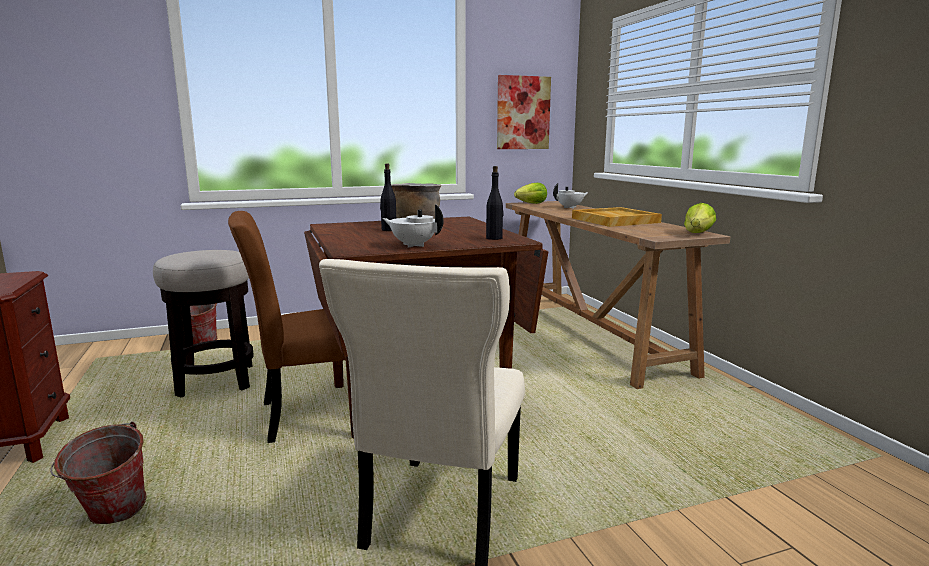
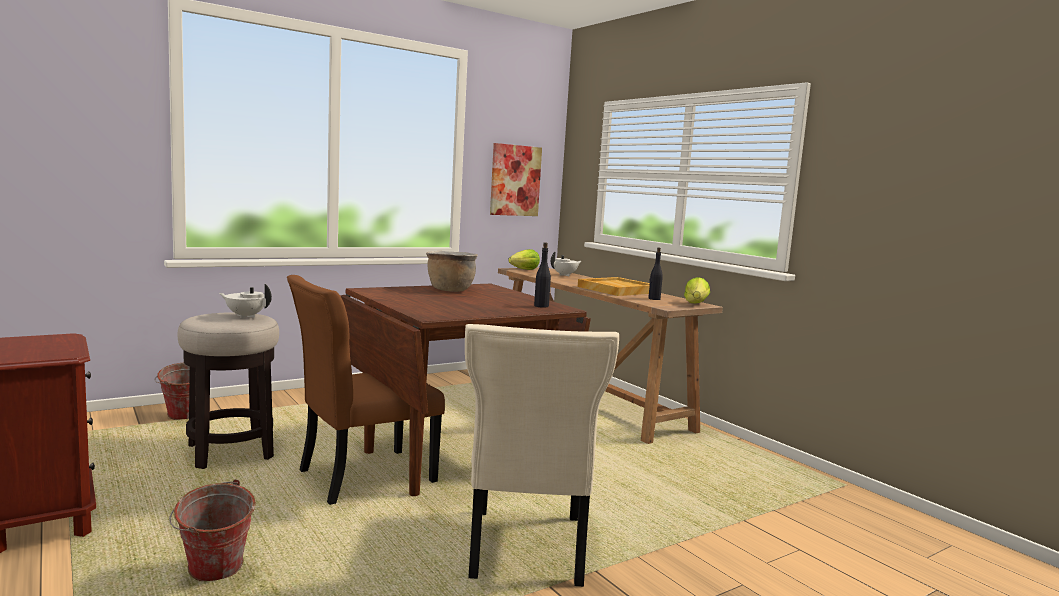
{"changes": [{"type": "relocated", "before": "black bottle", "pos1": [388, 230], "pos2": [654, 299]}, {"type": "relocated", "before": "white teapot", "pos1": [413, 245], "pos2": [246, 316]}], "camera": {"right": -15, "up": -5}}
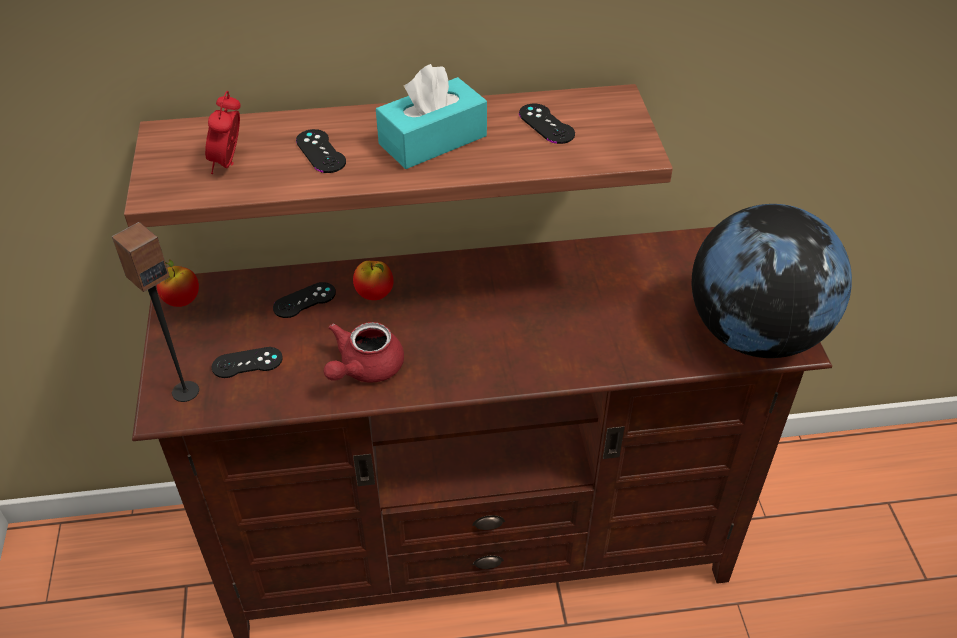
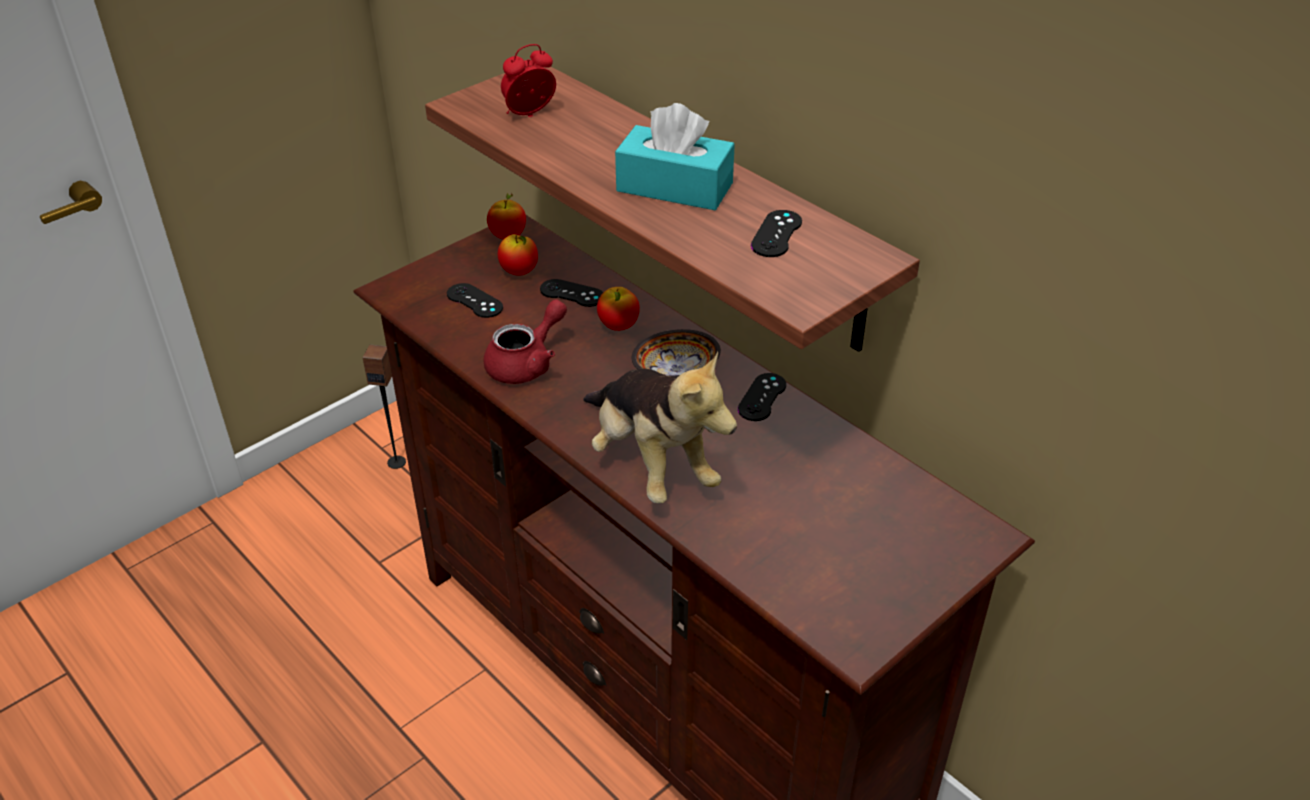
{"changes": [{"type": "missing", "before": "globe", "pos1": [754, 334]}, {"type": "appeared", "after": "apple", "pos2": [519, 272]}, {"type": "appeared", "after": "plush toy", "pos2": [651, 463]}, {"type": "appeared", "after": "bowl", "pos2": [678, 373]}, {"type": "relocated", "before": "speaker", "pos1": [185, 391], "pos2": [396, 462]}, {"type": "relocated", "before": "black game controller", "pos1": [320, 151], "pos2": [762, 397]}, {"type": "spun", "before": "red teapot", "pos1": [364, 368], "pos2": [527, 363], "turn": 135}], "camera": {"right": 55, "up": -5}}
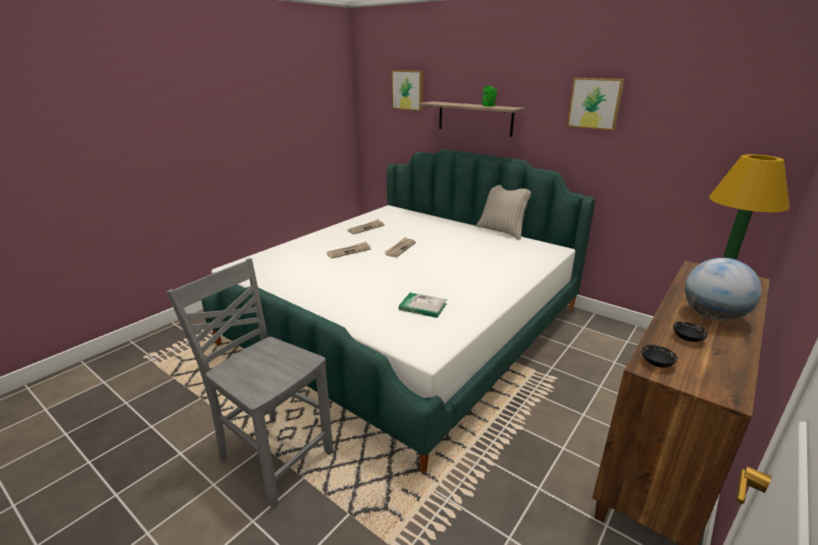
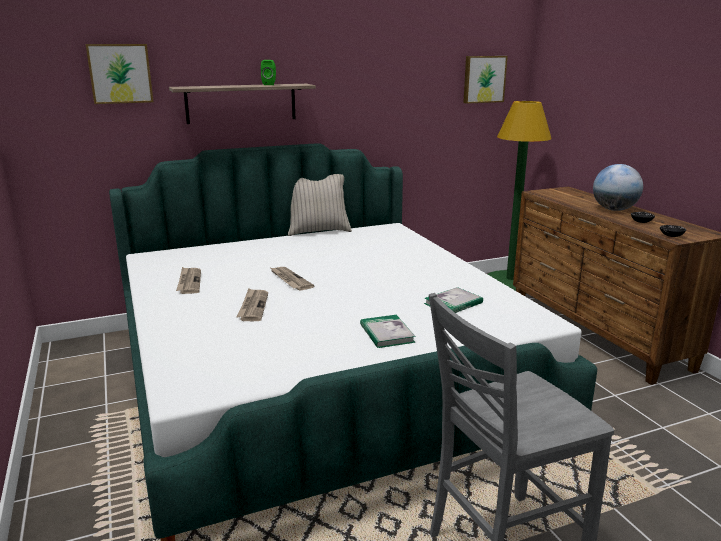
{"changes": [{"type": "appeared", "after": "book", "pos2": [386, 333]}, {"type": "relocated", "before": "picture", "pos1": [595, 103], "pos2": [483, 79]}], "camera": {"right": -60, "up": -5}}
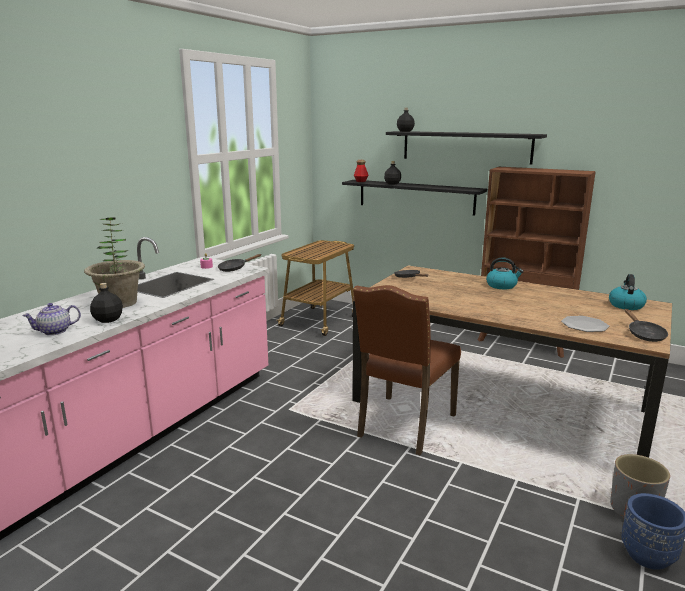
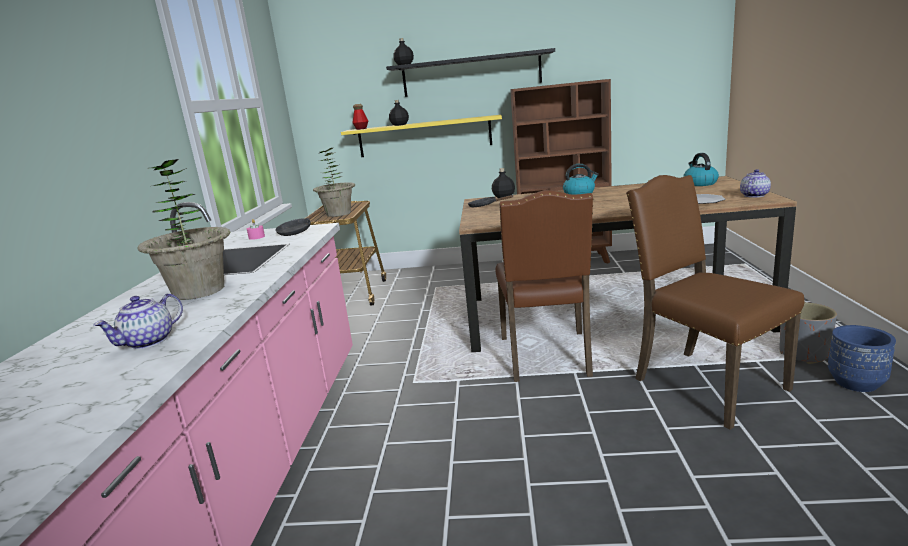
{"changes": [{"type": "appeared", "after": "potted plant", "pos2": [338, 214]}, {"type": "appeared", "after": "brown chair", "pos2": [705, 384]}, {"type": "relocated", "before": "black bottle", "pos1": [108, 319], "pos2": [503, 197]}, {"type": "exchanged", "before": "black frying pan", "after": "teapot", "pos1": [644, 334], "pos2": [753, 195]}, {"type": "colour", "before": "black shelf", "after": "yellow shelf", "pos1": [415, 196], "pos2": [424, 136]}], "camera": {"right": -25, "up": 0}}
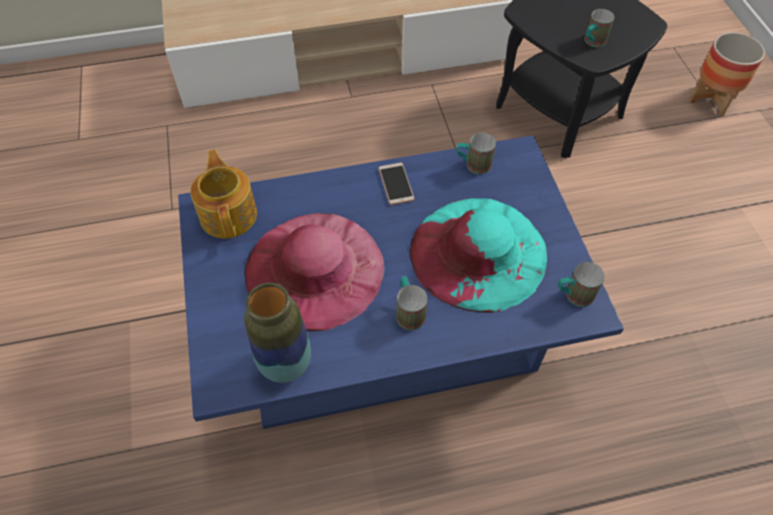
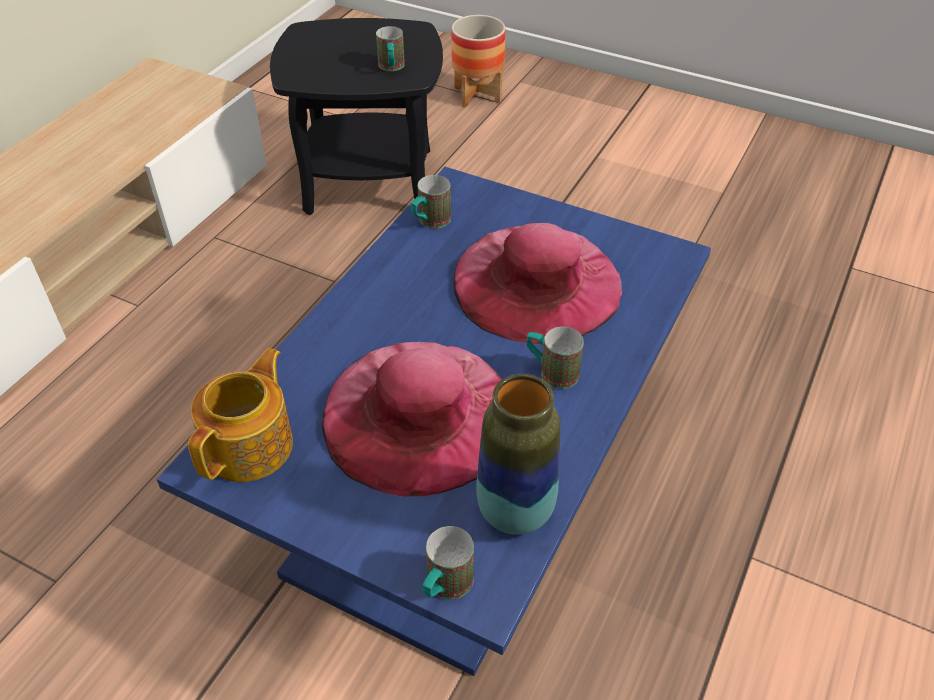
{"changes": [{"type": "missing", "before": "phone", "pos1": [396, 184]}, {"type": "relocated", "before": "mug", "pos1": [573, 295], "pos2": [445, 587]}, {"type": "colour", "before": "turquoise hat", "after": "pink hat", "pos1": [478, 252], "pos2": [536, 282]}, {"type": "spun", "before": "teapot", "pos1": [229, 214], "pos2": [251, 445], "turn": 90}], "camera": {"right": -50, "up": -10}}
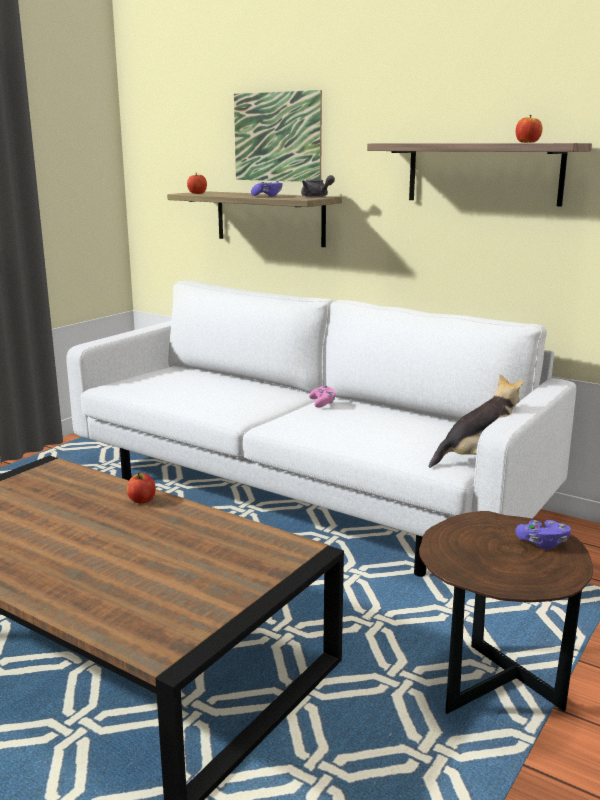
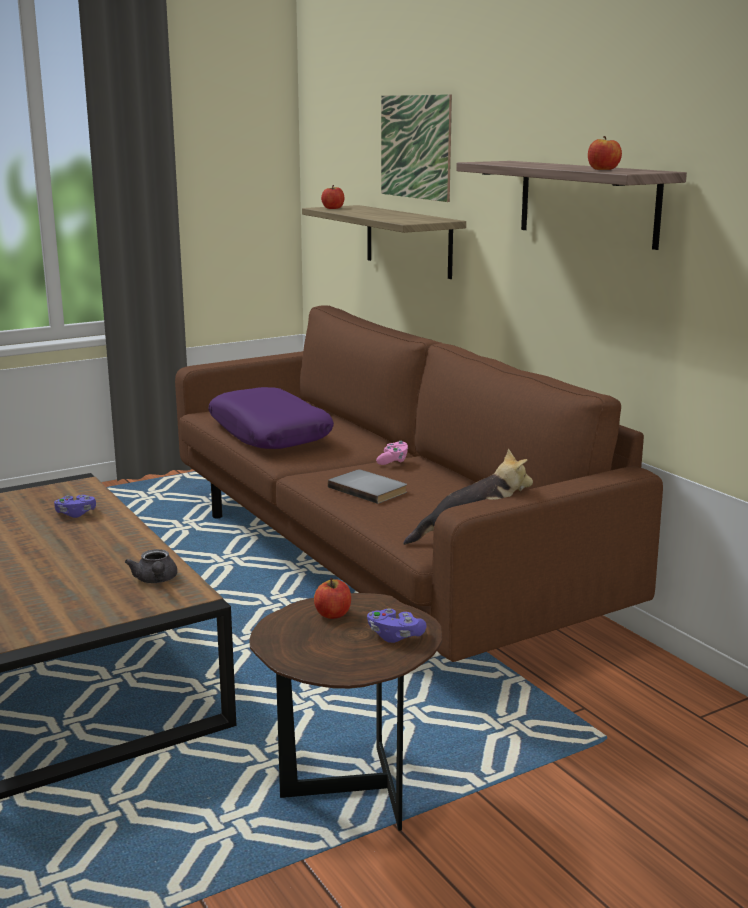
{"changes": [{"type": "appeared", "after": "purple pillow", "pos2": [270, 434]}, {"type": "appeared", "after": "grey book", "pos2": [369, 489]}, {"type": "relocated", "before": "apple", "pos1": [142, 500], "pos2": [333, 614]}, {"type": "relocated", "before": "purple game controller", "pos1": [268, 196], "pos2": [76, 514]}, {"type": "relocated", "before": "grey teapot", "pos1": [316, 197], "pos2": [155, 580]}, {"type": "colour", "before": "white sofa", "after": "brown sofa", "pos1": [300, 493], "pos2": [374, 562]}], "camera": {"right": 25, "up": 0}}
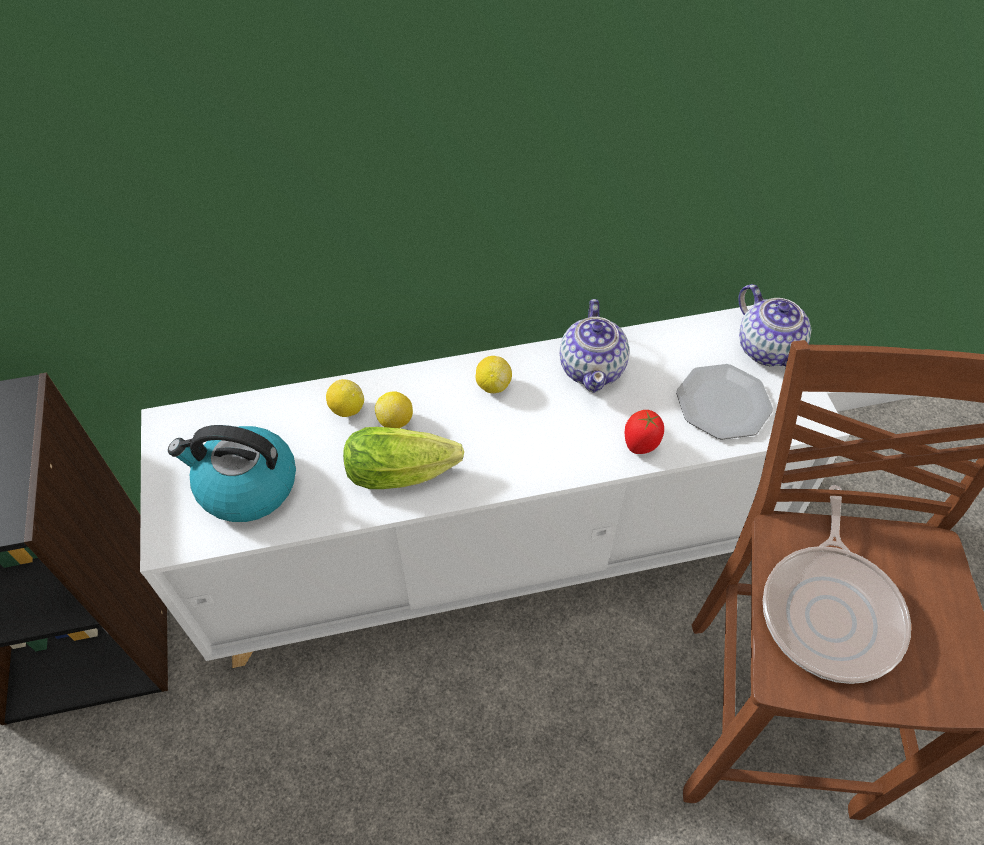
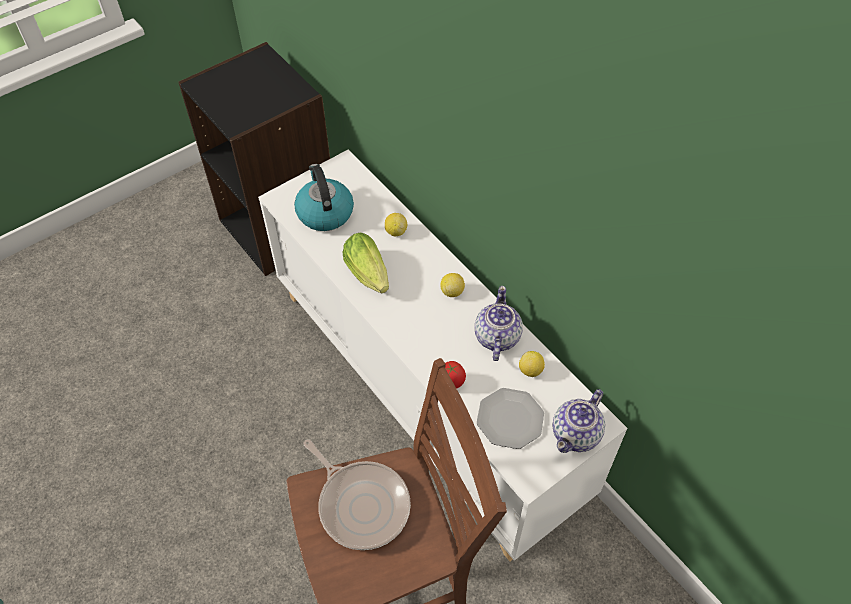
{"changes": [{"type": "relocated", "before": "lemon", "pos1": [395, 421], "pos2": [530, 370]}, {"type": "spun", "before": "teapot", "pos1": [592, 368], "pos2": [496, 337], "turn": 120}, {"type": "spun", "before": "frying pan", "pos1": [830, 610], "pos2": [361, 504], "turn": -120}], "camera": {"right": 65, "up": 0}}
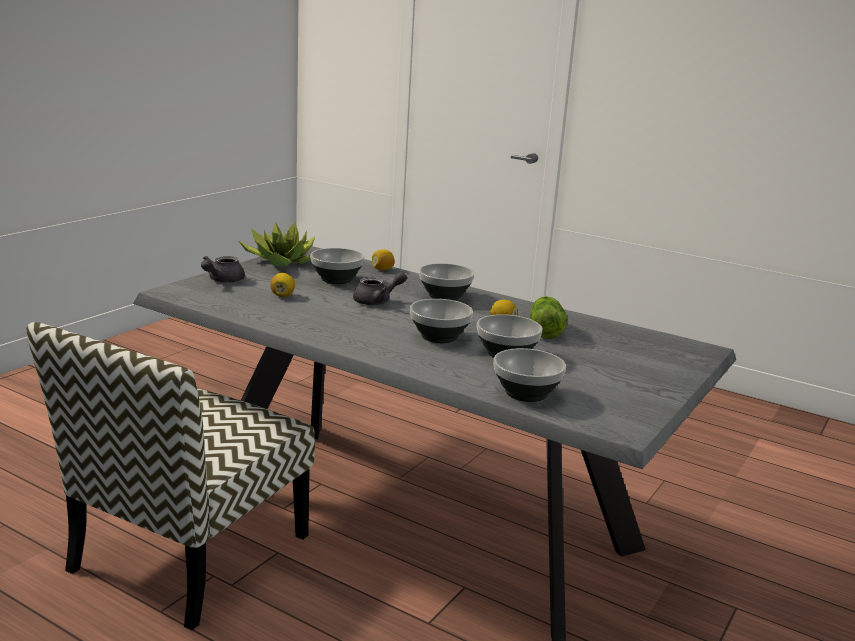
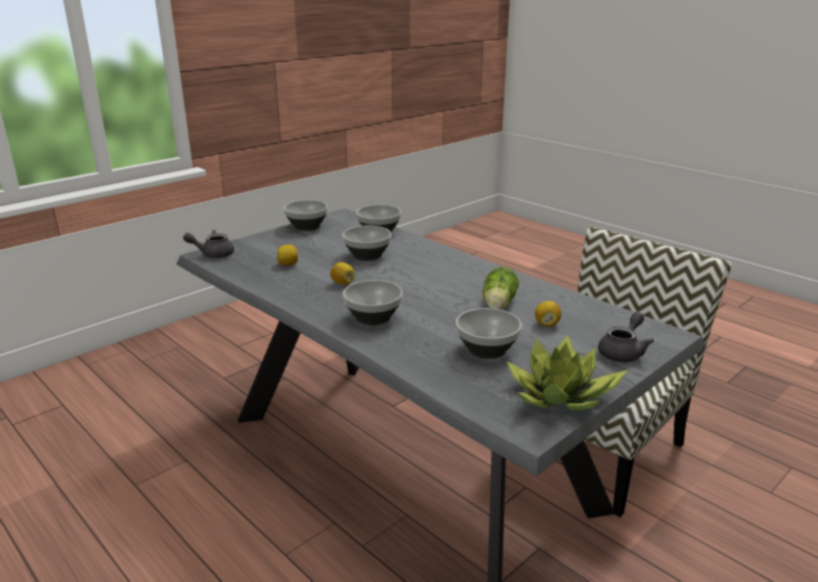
{"changes": [{"type": "relocated", "before": "grey teapot", "pos1": [377, 301], "pos2": [213, 254]}, {"type": "relocated", "before": "lemon", "pos1": [382, 269], "pos2": [288, 264]}, {"type": "relocated", "before": "bowl", "pos1": [438, 337], "pos2": [307, 227]}, {"type": "relocated", "before": "lettuce", "pos1": [545, 330], "pos2": [498, 305]}], "camera": {"right": -165, "up": 5}}
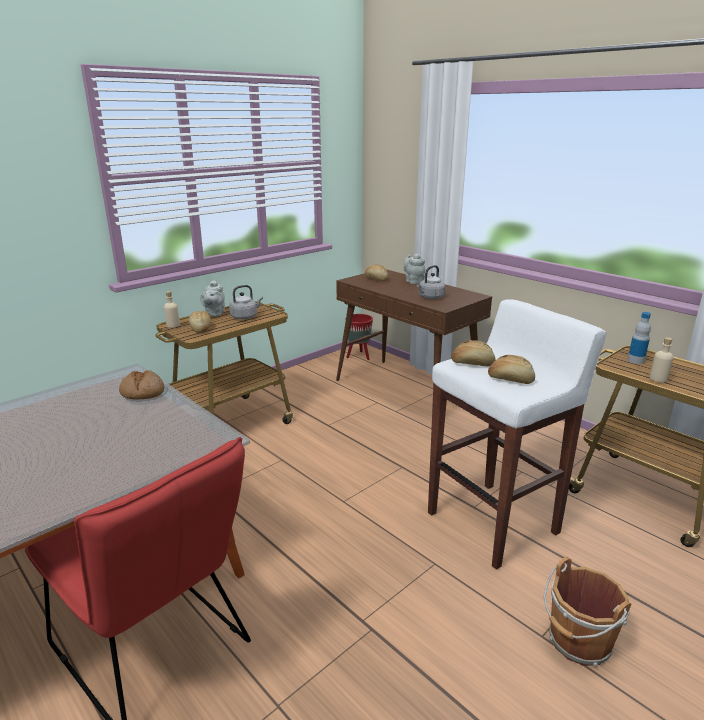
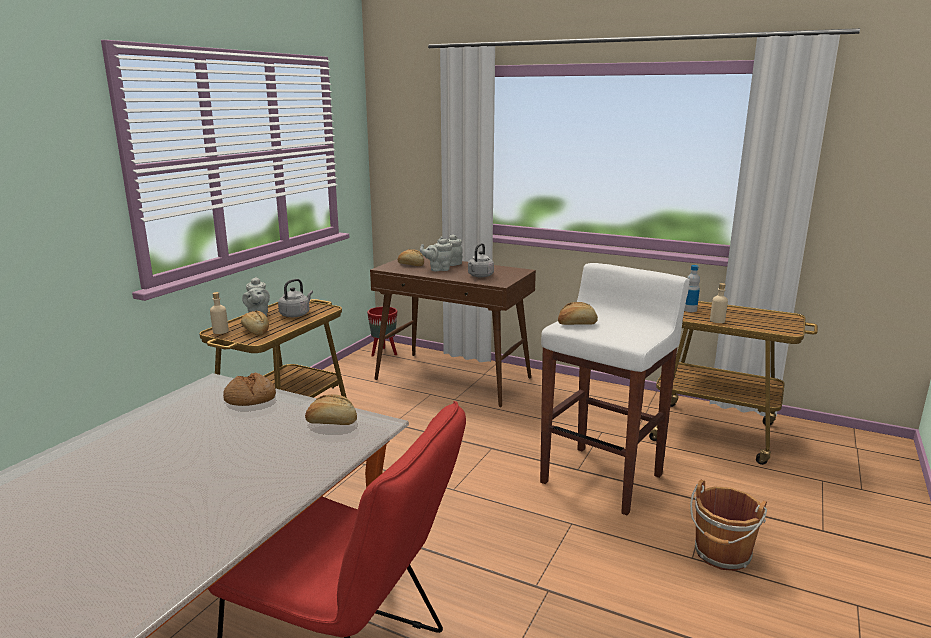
{"changes": [{"type": "appeared", "after": "grey teapot", "pos2": [438, 269]}, {"type": "relocated", "before": "bread", "pos1": [510, 379], "pos2": [331, 422]}], "camera": {"right": -20, "up": -5}}
